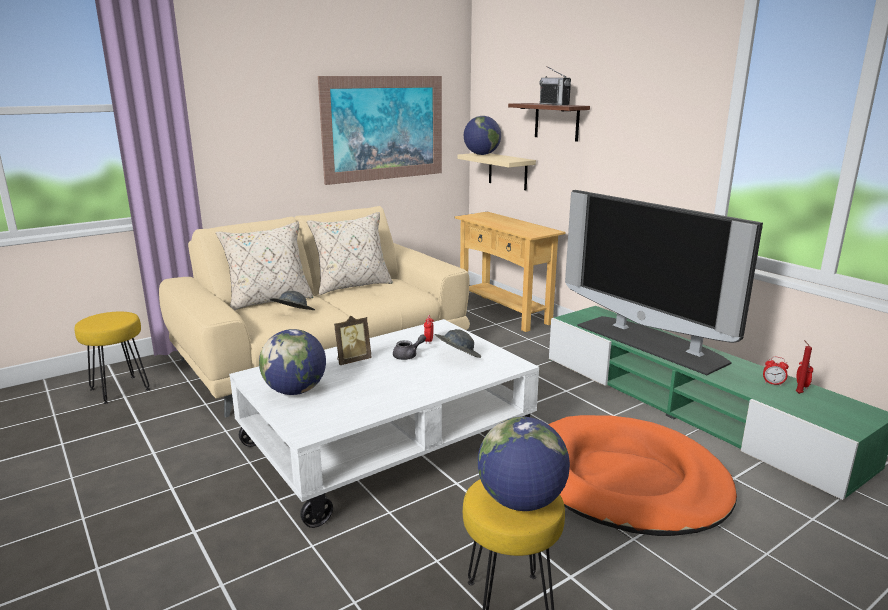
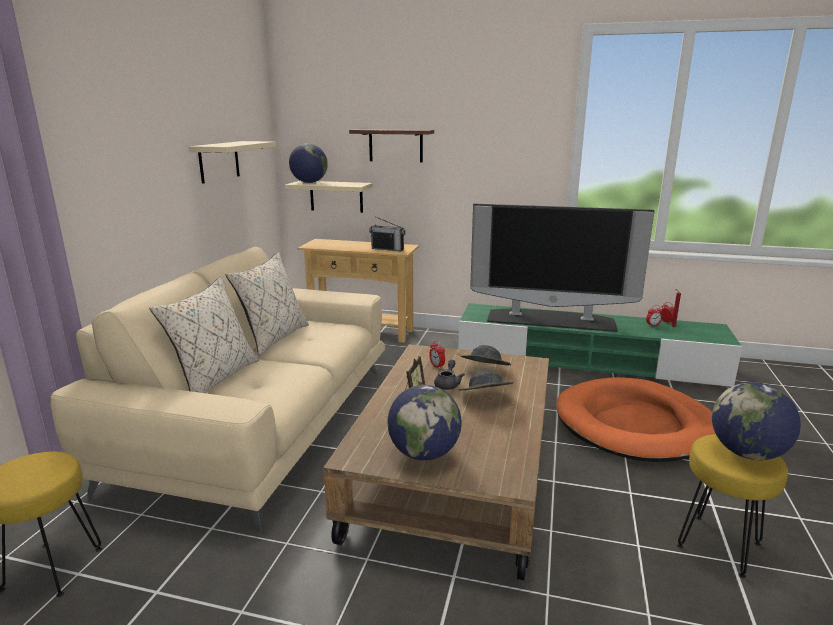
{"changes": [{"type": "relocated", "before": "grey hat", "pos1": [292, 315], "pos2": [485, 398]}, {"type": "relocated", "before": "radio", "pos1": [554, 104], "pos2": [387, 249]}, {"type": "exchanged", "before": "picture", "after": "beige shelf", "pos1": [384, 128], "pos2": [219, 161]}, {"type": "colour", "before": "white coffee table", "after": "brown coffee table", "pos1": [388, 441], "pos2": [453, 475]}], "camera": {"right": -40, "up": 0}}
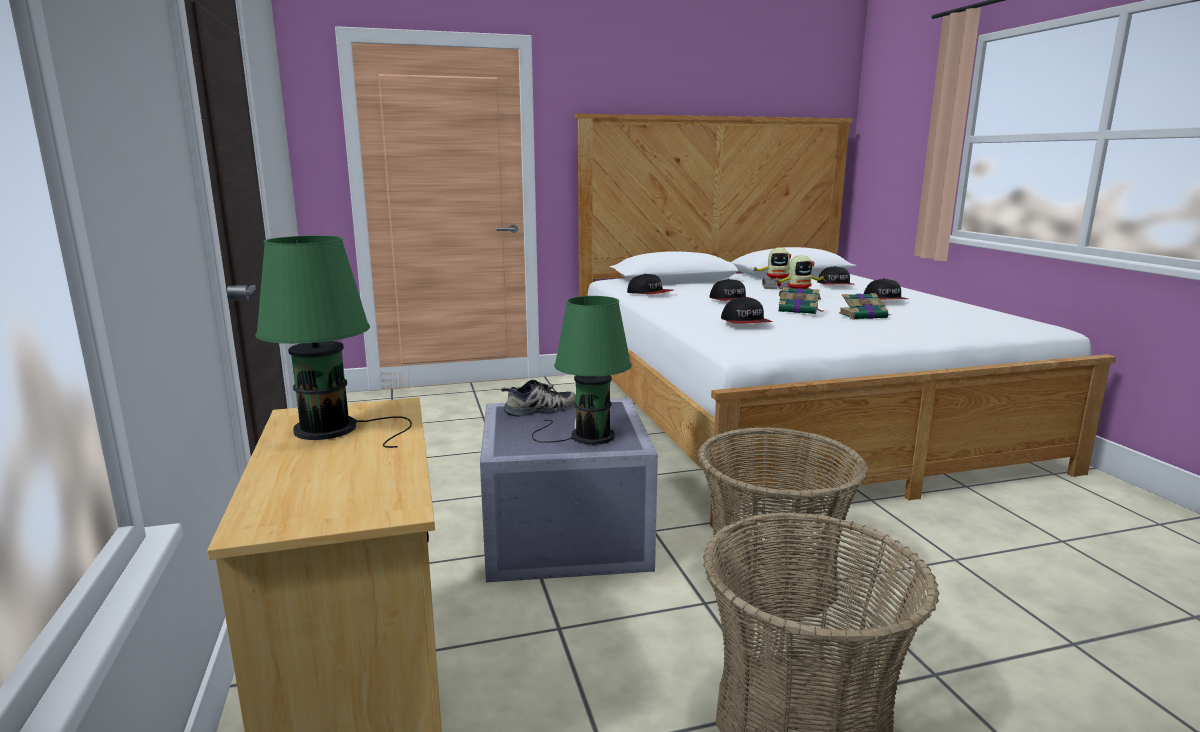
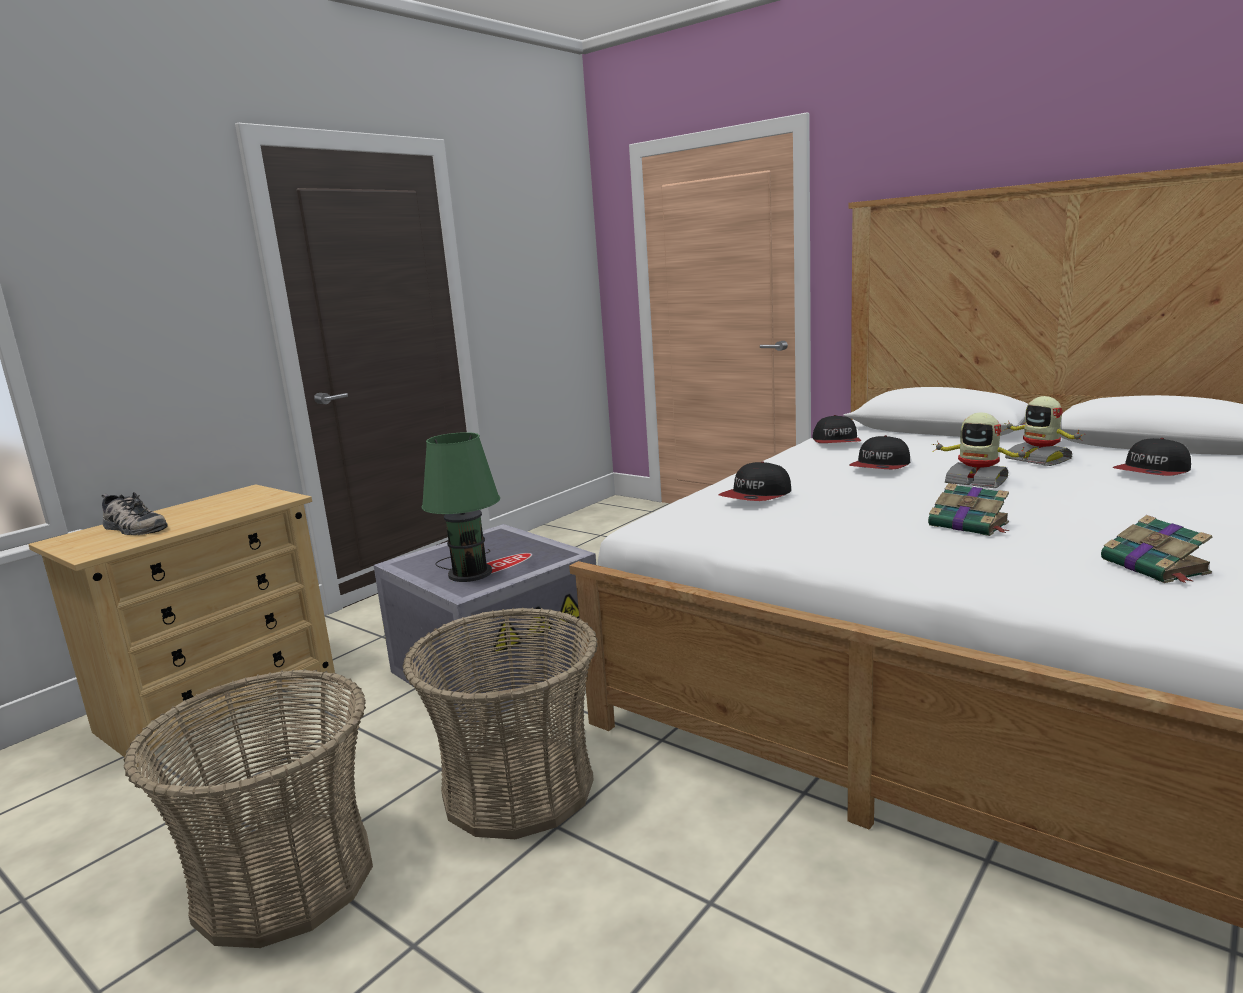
{"changes": [{"type": "missing", "before": "green table lamp", "pos1": [333, 429]}, {"type": "missing", "before": "cap", "pos1": [885, 300]}, {"type": "relocated", "before": "shoe", "pos1": [540, 410], "pos2": [132, 528]}, {"type": "relocated", "before": "book", "pos1": [799, 310], "pos2": [1156, 567]}], "camera": {"right": 55, "up": 0}}
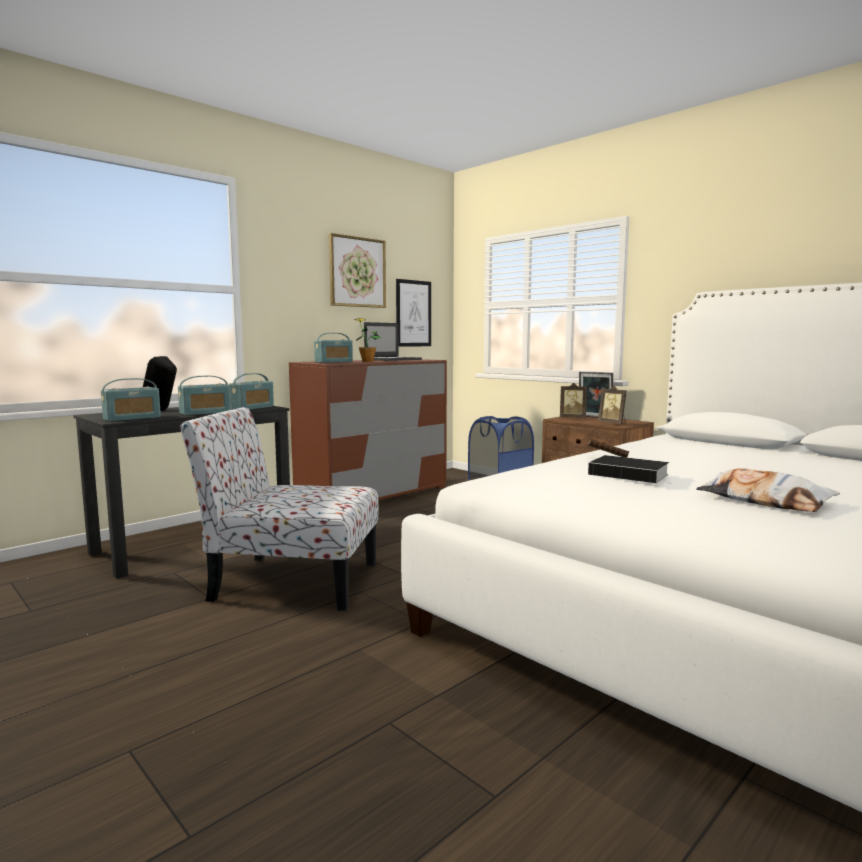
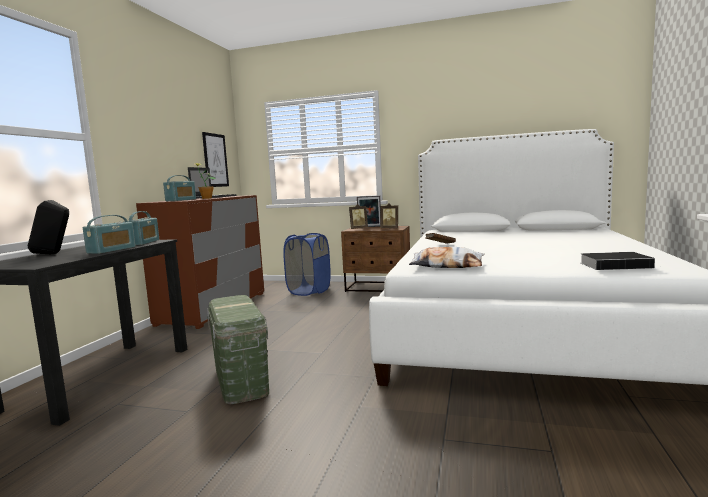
{"changes": [{"type": "missing", "before": "radio", "pos1": [132, 418]}, {"type": "missing", "before": "picture", "pos1": [357, 272]}, {"type": "relocated", "before": "book", "pos1": [631, 474], "pos2": [616, 265]}, {"type": "relocated", "before": "pillow", "pos1": [764, 500], "pos2": [447, 265]}, {"type": "exchanged", "before": "chair", "after": "green storage box", "pos1": [292, 581], "pos2": [240, 380]}], "camera": {"right": -30, "up": 0}}
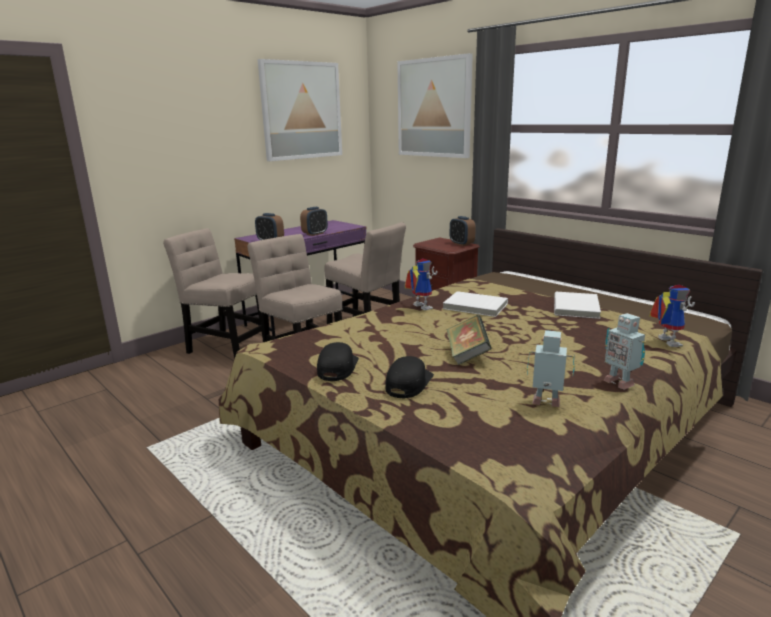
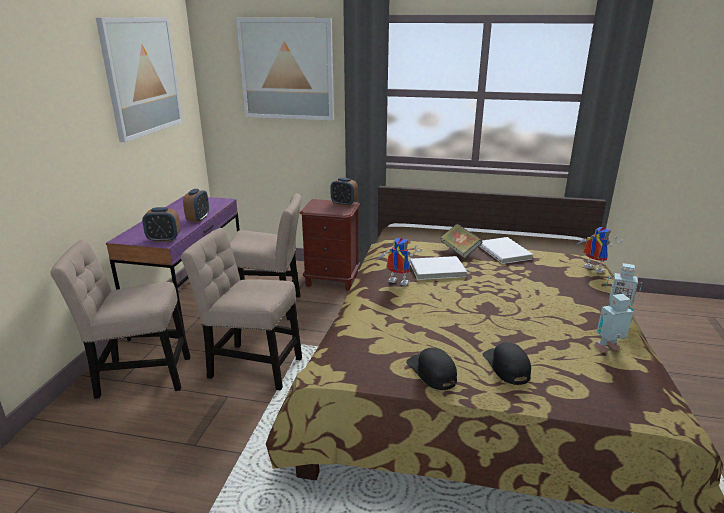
{"changes": [{"type": "relocated", "before": "book", "pos1": [467, 355], "pos2": [459, 251]}], "camera": {"right": -35, "up": 5}}
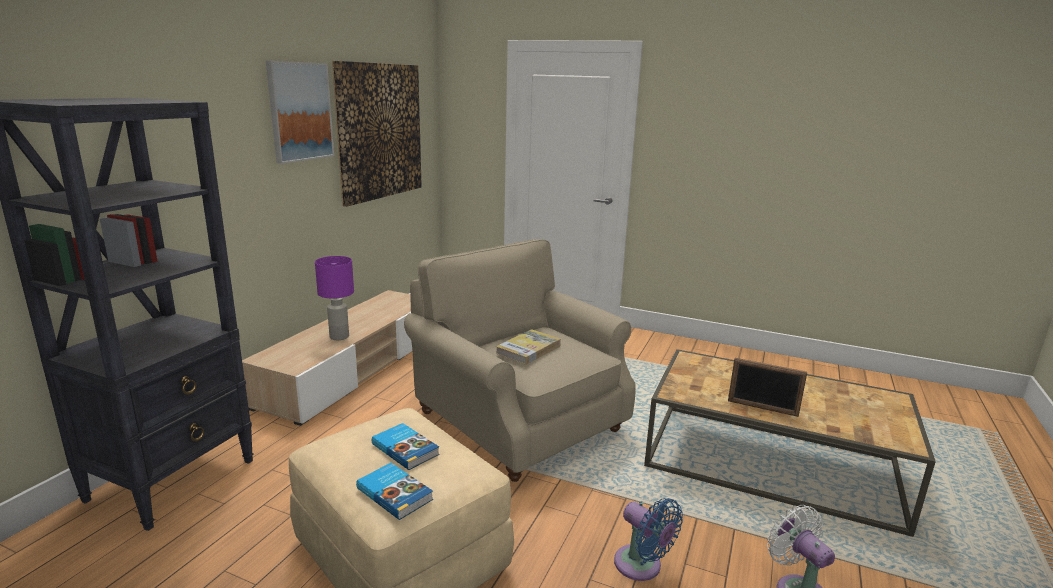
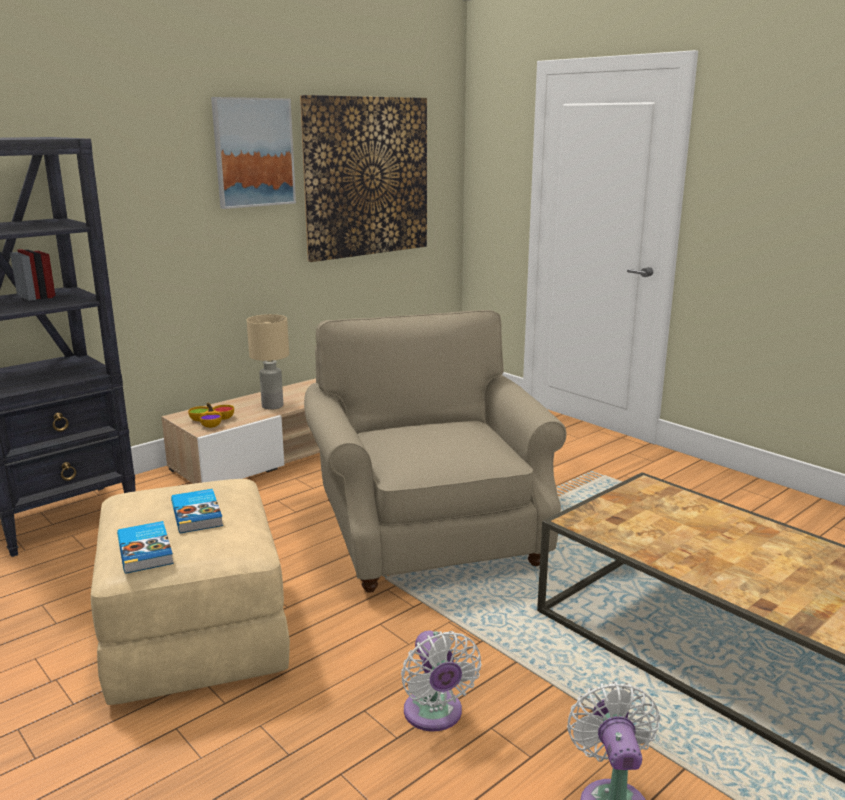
{"changes": [{"type": "missing", "before": "book", "pos1": [528, 349]}, {"type": "missing", "before": "picture frame", "pos1": [762, 408]}, {"type": "appeared", "after": "bowl", "pos2": [211, 421]}, {"type": "colour", "before": "purple table lamp", "after": "beige table lamp", "pos1": [338, 337], "pos2": [272, 406]}, {"type": "colour", "before": "blue fan", "after": "white fan", "pos1": [641, 566], "pos2": [434, 715]}], "camera": {"right": 25, "up": 0}}
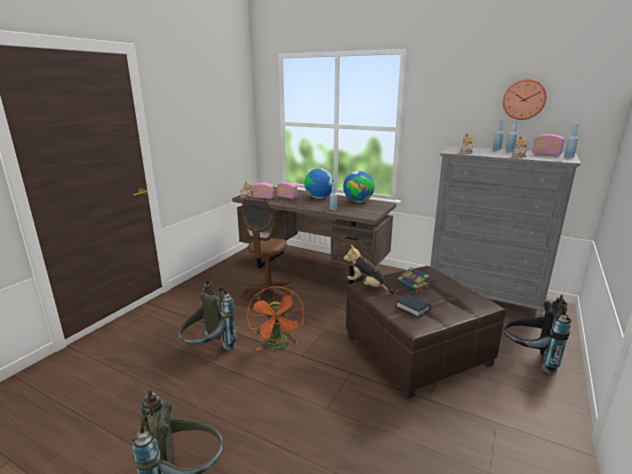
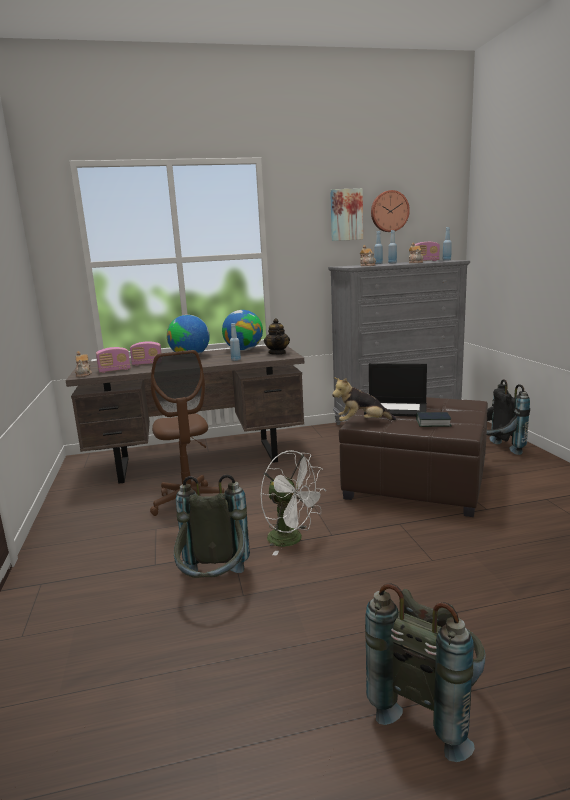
{"changes": [{"type": "appeared", "after": "teapot", "pos2": [277, 353]}, {"type": "appeared", "after": "picture", "pos2": [346, 215]}, {"type": "exchanged", "before": "book", "after": "laptop", "pos1": [413, 285], "pos2": [396, 409]}, {"type": "colour", "before": "orange fan", "after": "white fan", "pos1": [278, 346], "pos2": [292, 540]}], "camera": {"right": -40, "up": -5}}
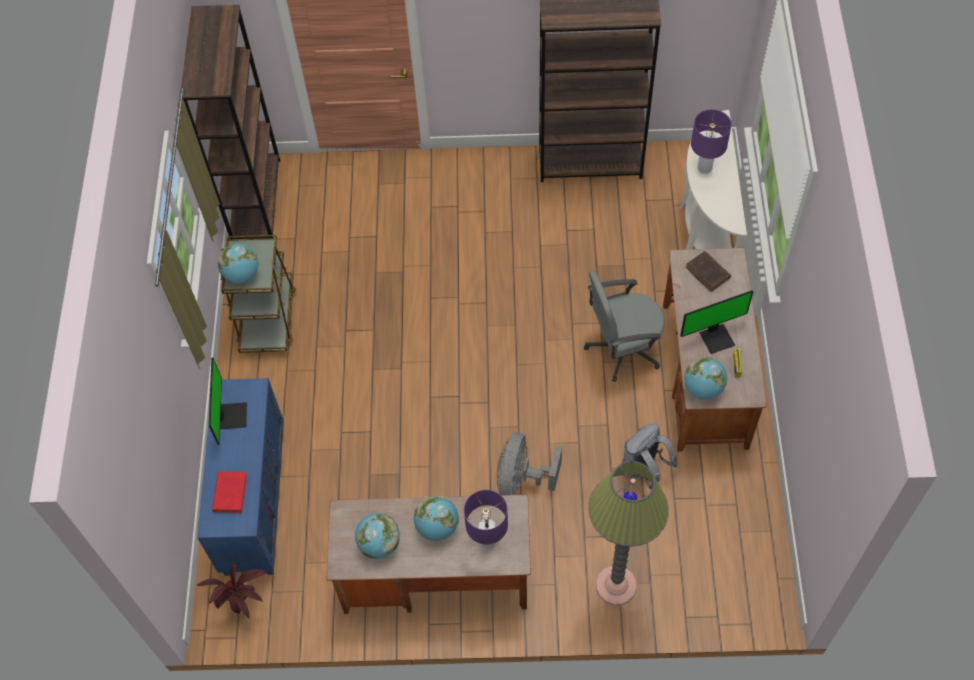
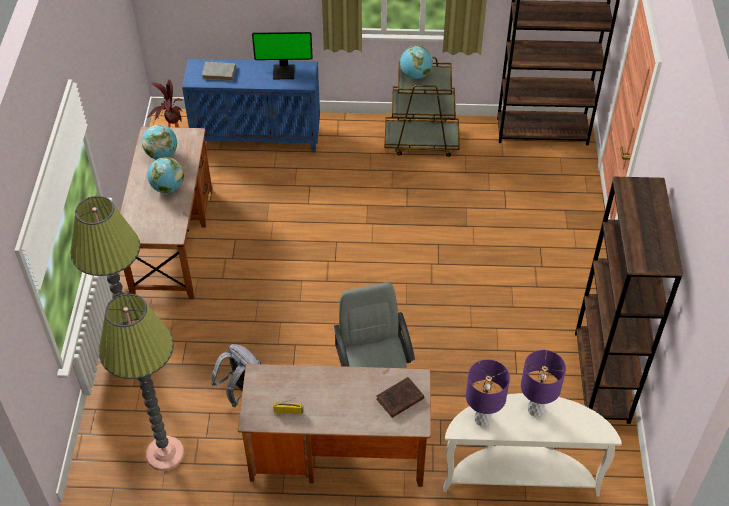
{"changes": [{"type": "missing", "before": "grey fan", "pos1": [521, 479]}, {"type": "missing", "before": "monitor", "pos1": [716, 337]}, {"type": "missing", "before": "globe", "pos1": [703, 388]}, {"type": "appeared", "after": "floor lamp", "pos2": [165, 454]}, {"type": "relocated", "before": "purple table lamp", "pos1": [487, 540], "pos2": [482, 419]}, {"type": "colour", "before": "red book", "after": "grey book", "pos1": [230, 492], "pos2": [220, 73]}], "camera": {"right": 90, "up": -10}}
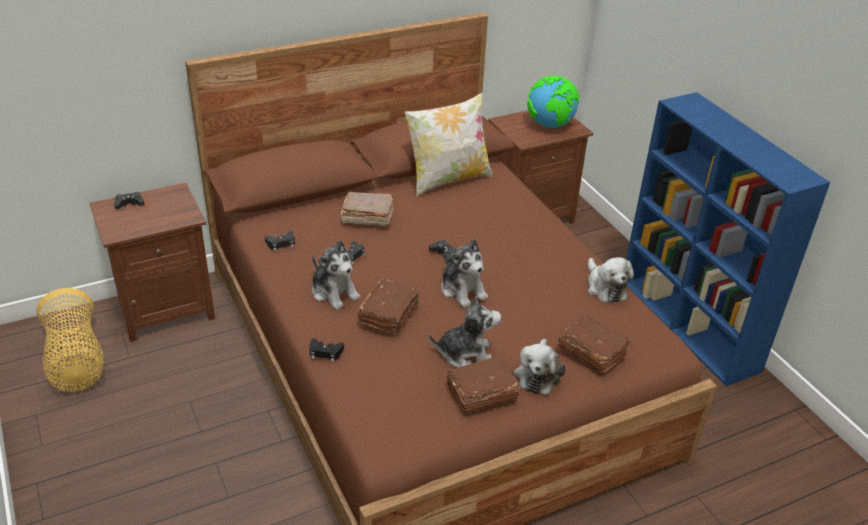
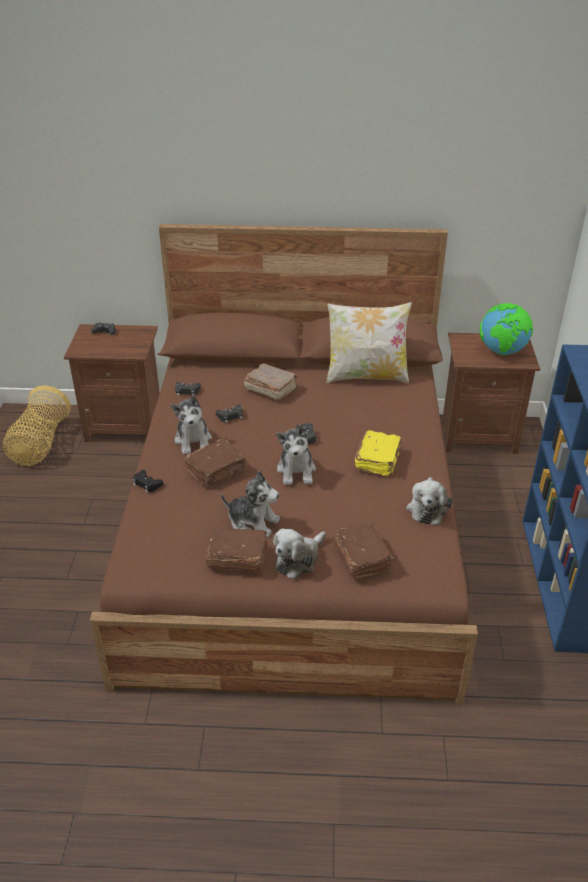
{"changes": [{"type": "appeared", "after": "yellow book", "pos2": [378, 460]}], "camera": {"right": 30, "up": 0}}
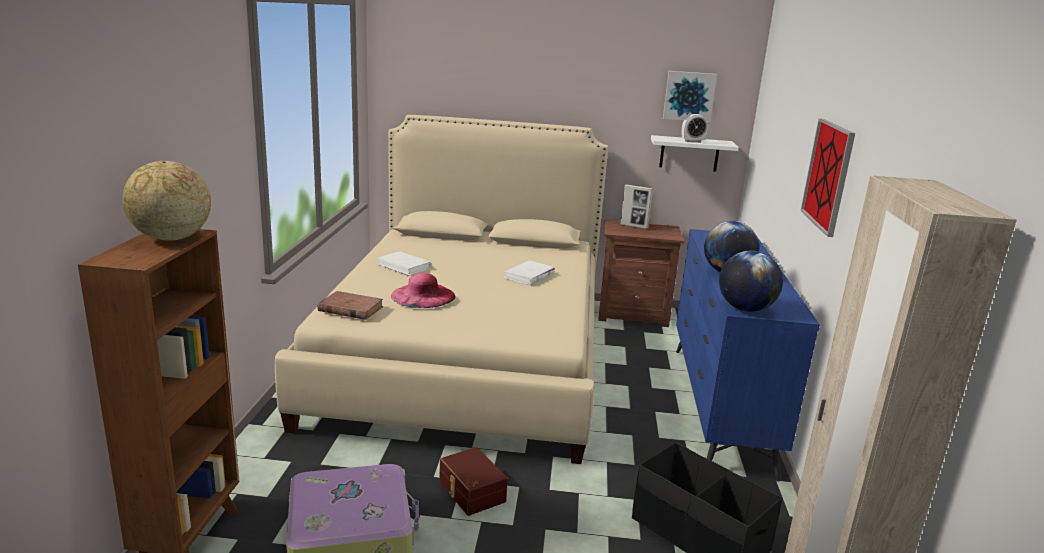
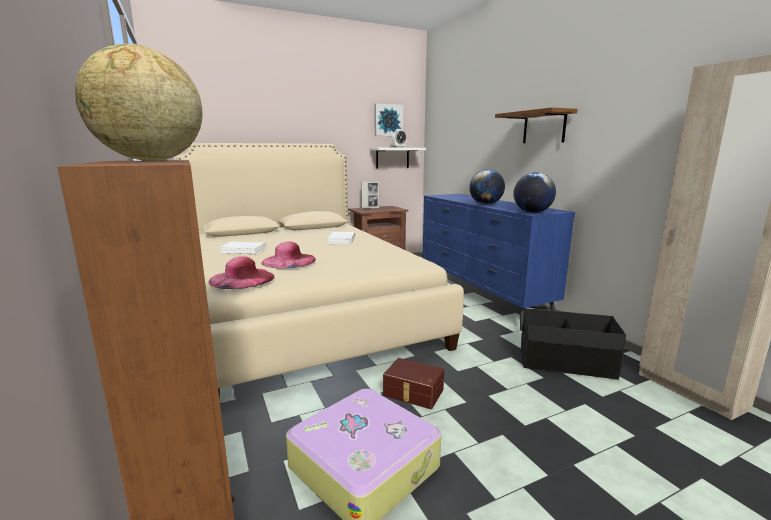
{"changes": [{"type": "exchanged", "before": "brown book", "after": "pink hat", "pos1": [350, 309], "pos2": [242, 278]}, {"type": "exchanged", "before": "picture", "after": "brown shelf", "pos1": [828, 175], "pos2": [544, 127]}], "camera": {"right": -30, "up": -5}}
